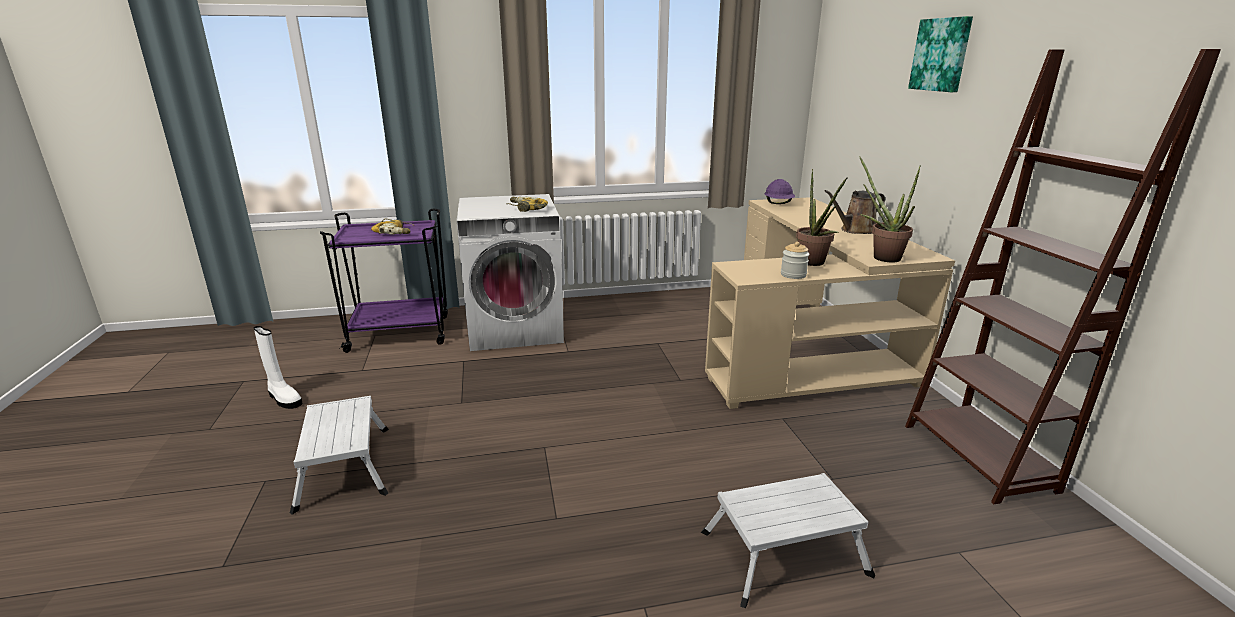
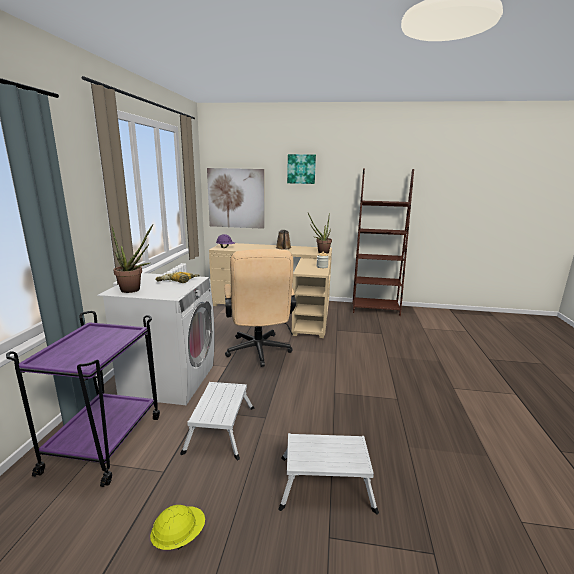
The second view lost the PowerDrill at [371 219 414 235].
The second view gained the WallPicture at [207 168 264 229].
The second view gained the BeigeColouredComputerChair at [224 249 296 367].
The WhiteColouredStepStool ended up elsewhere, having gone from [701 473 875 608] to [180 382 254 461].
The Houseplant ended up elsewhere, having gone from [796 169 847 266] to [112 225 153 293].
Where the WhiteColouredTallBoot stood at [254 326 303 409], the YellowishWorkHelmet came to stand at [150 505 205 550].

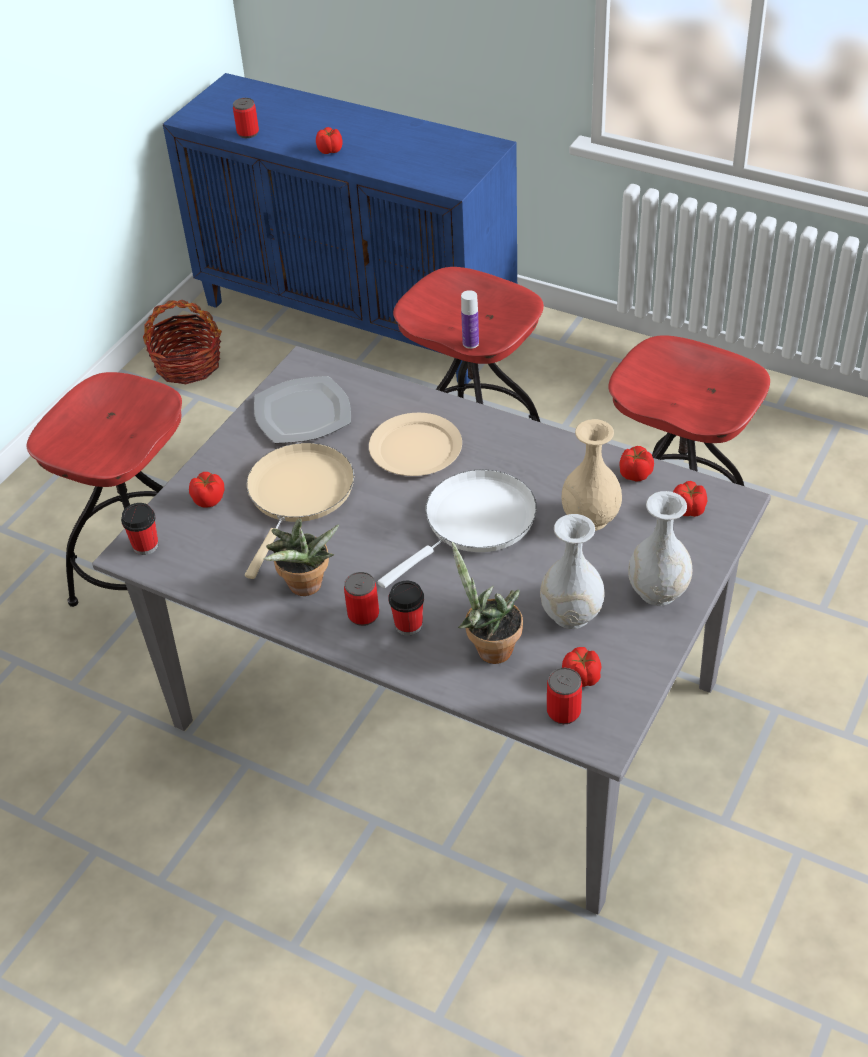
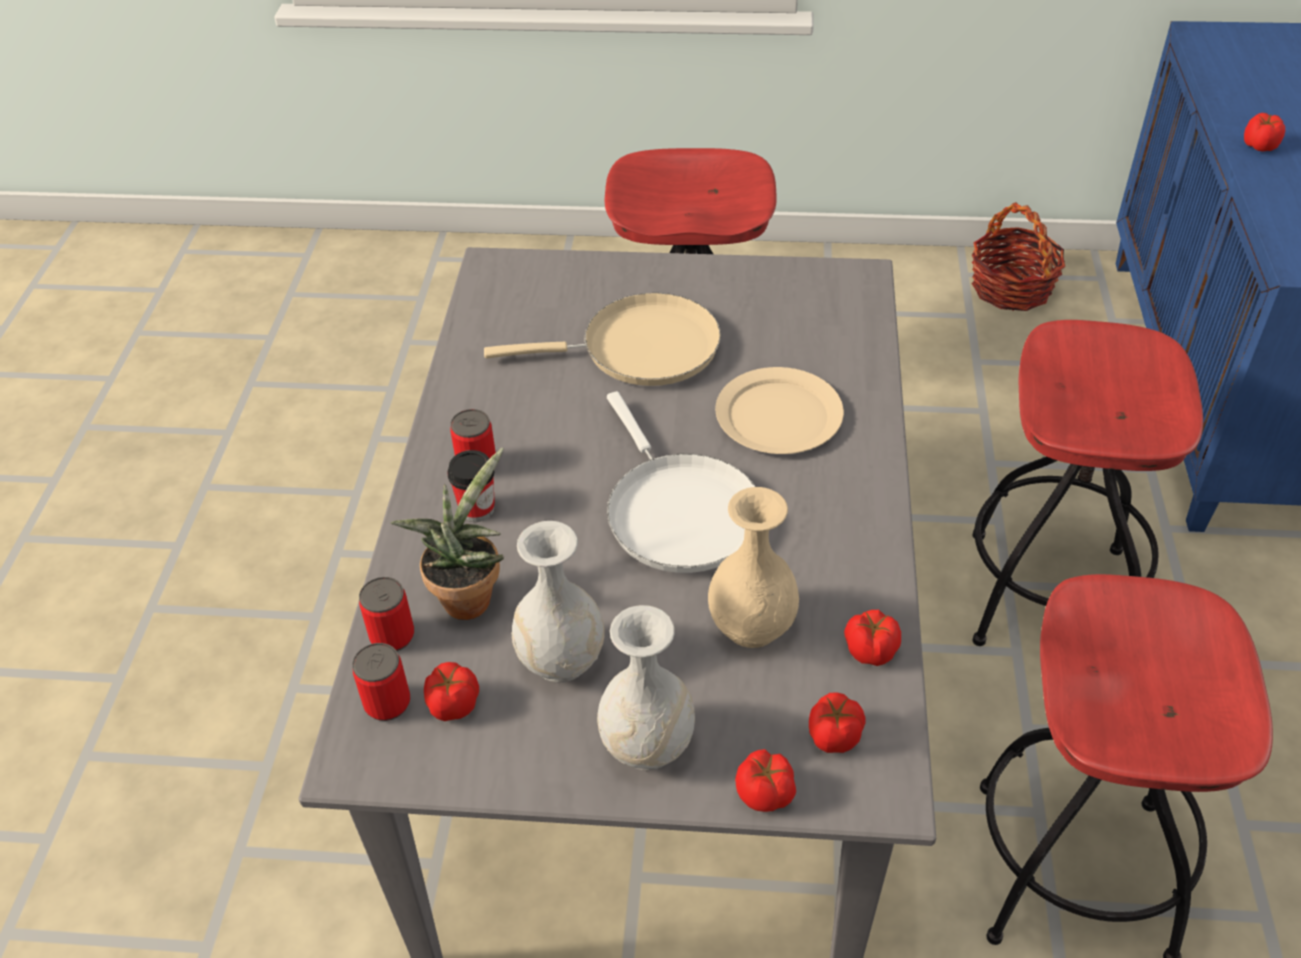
The second view lost the SmallCup at [121 503 158 555].
The second view lost the DinnerPlate at [254 376 351 443].
The second view lost the Houseplant at [264 518 339 596].
The second view lost the Bottle at [461 290 479 349].
The FreshTomato ended up elsewhere, having gone from [189 472 225 507] to [735 749 796 812].
The Can ended up elsewhere, having gone from [233 98 259 138] to [359 577 414 651].
The WhiteColouredPan at [378 469 537 588] ended up facing another way, 45 degrees clockwise from before.

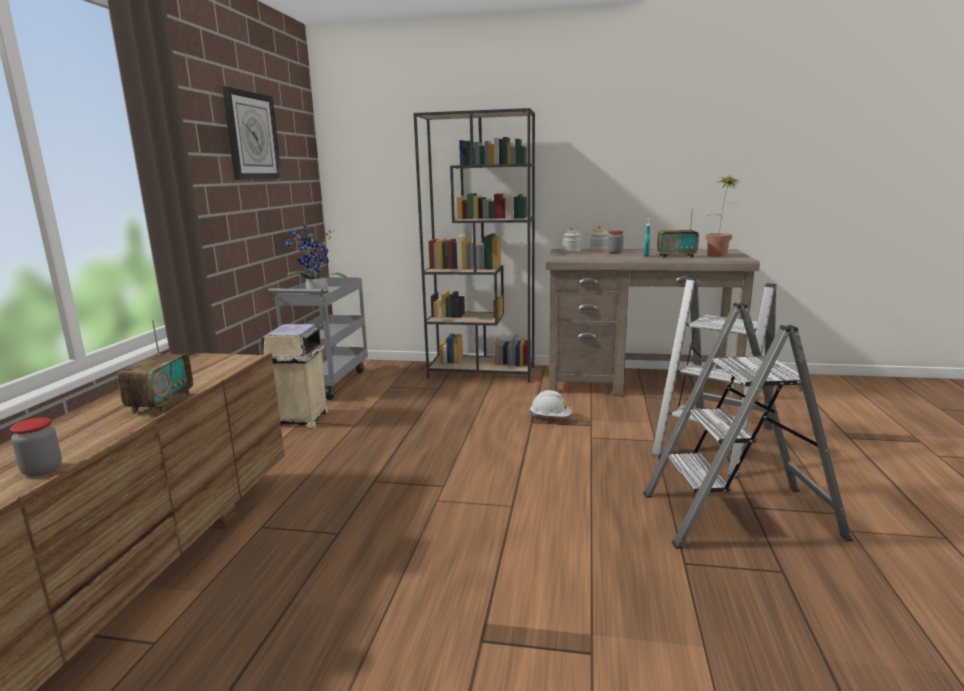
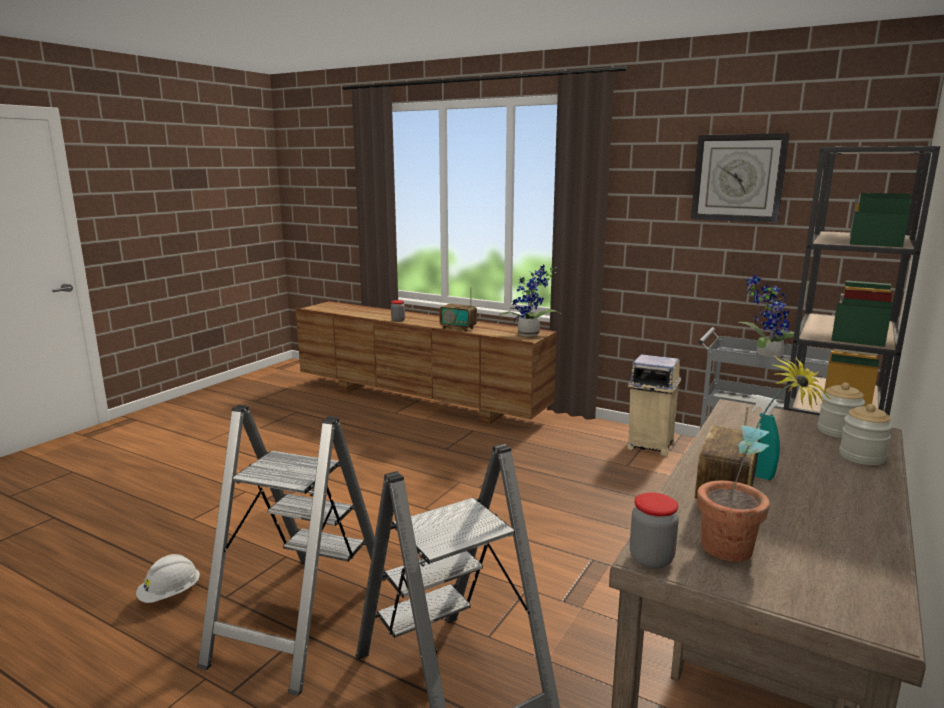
The second view gained the Houseplant at [500 264 561 337].
The WhiteColouredWorkHelmet ended up elsewhere, having gone from [529 390 572 417] to [136 554 200 603].
The StorageJar ended up elsewhere, having gone from [608 231 624 254] to [630 493 679 568].

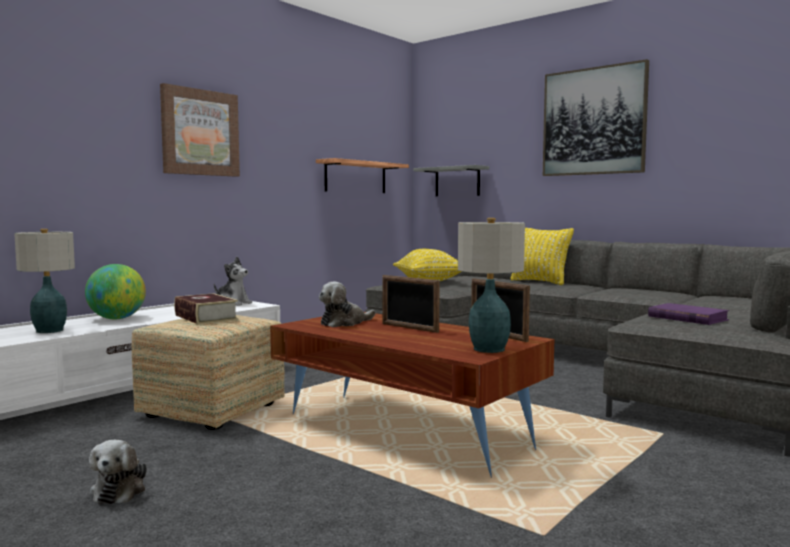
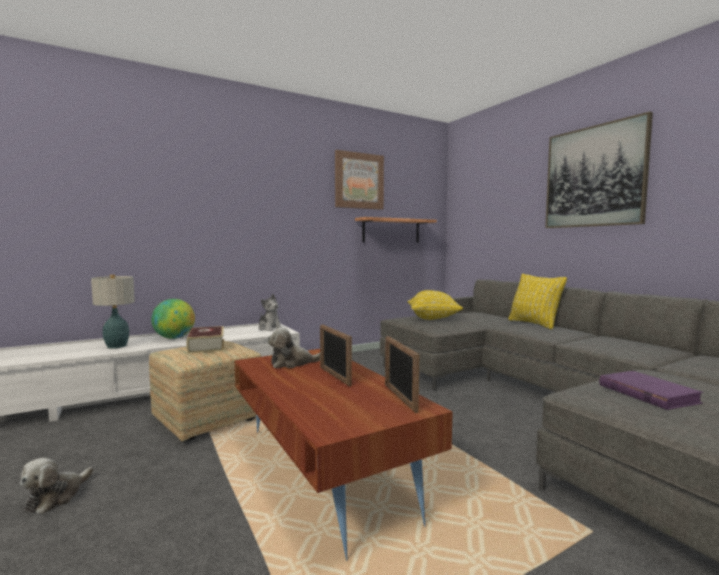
The second view lost the GrayShelf at [413 165 489 196].
The second view lost the LampForATable at [458 218 525 353].
The WallPicture ended up elsewhere, having gone from [160 83 240 177] to [335 150 384 210].

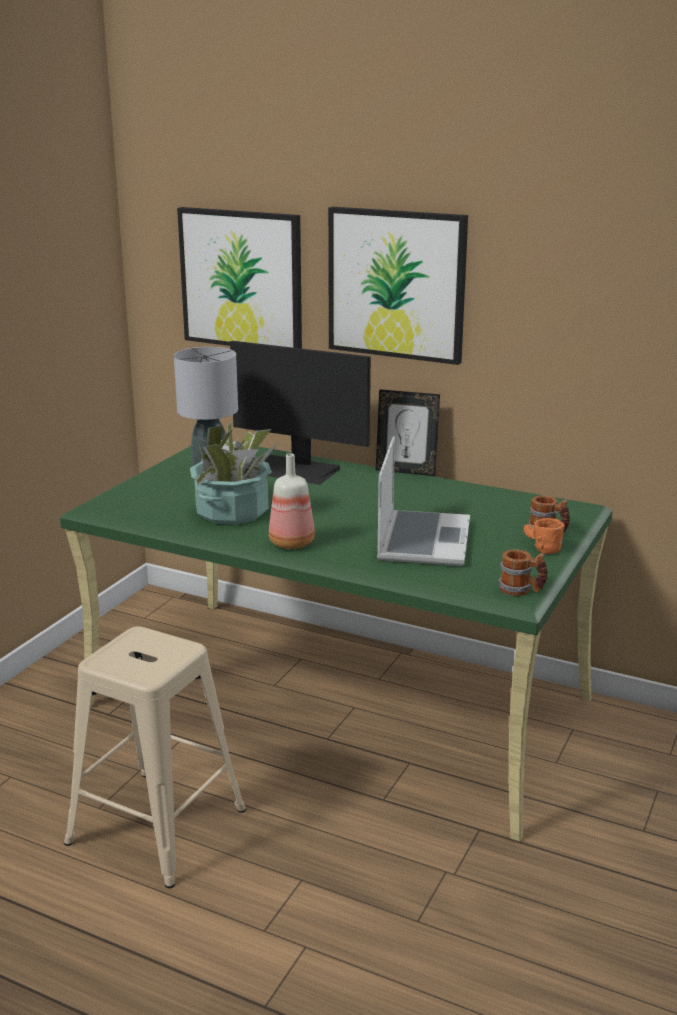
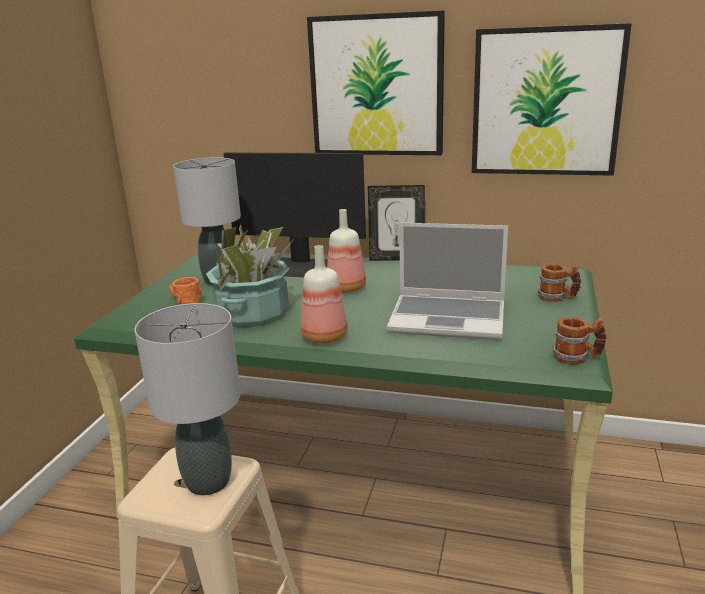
The second view gained the GrayLampForATable at [134 303 241 495].
The second view gained the Bottle at [327 209 366 293].
The WallPicture ended up elsewhere, having gone from [177 207 302 349] to [472 23 632 176].
The OrangeColouredMug ended up elsewhere, having gone from [524 518 565 554] to [169 277 202 305].
The NotebookComputer at [377 436 470 566] ended up facing another way, 105 degrees clockwise from before.

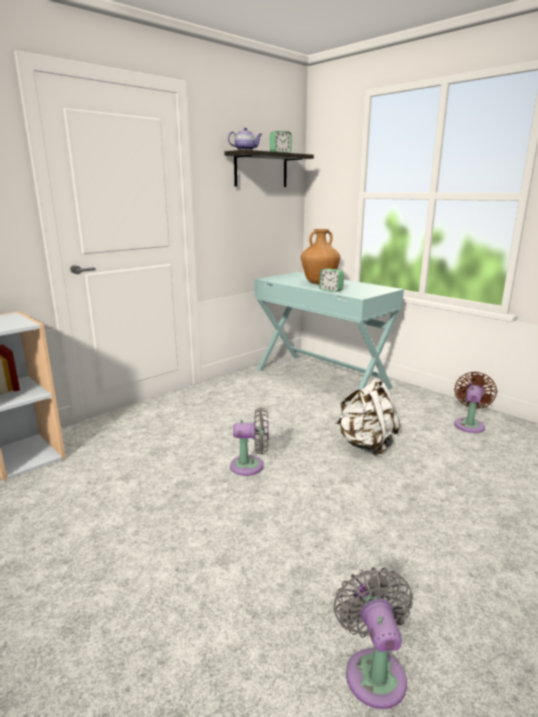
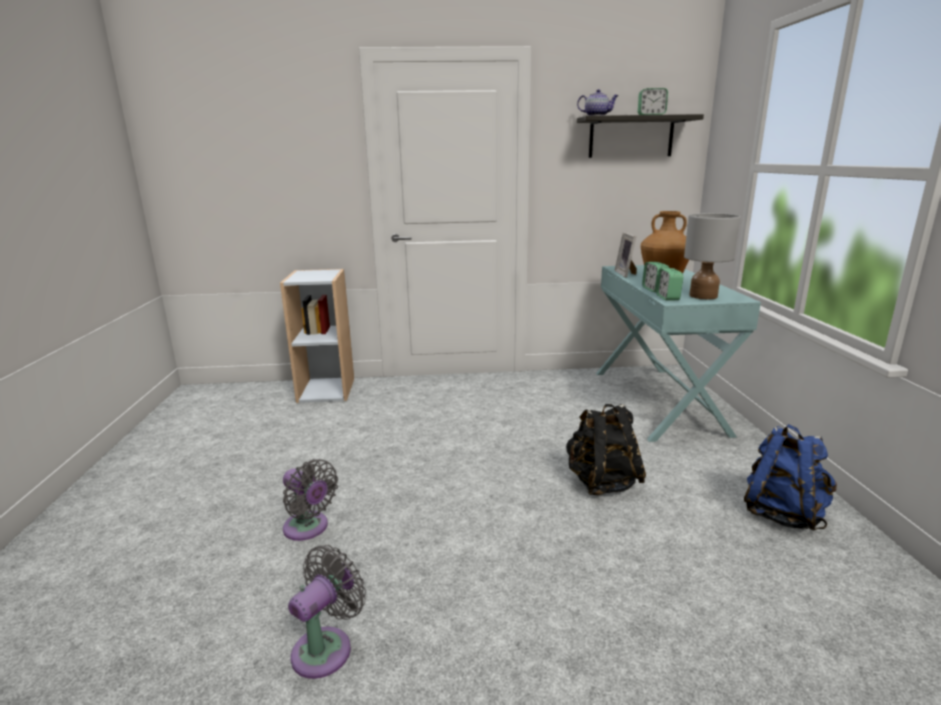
The second view gained the PictureFrame at [614 232 637 277].
The second view gained the TableClock at [656 268 683 301].
The second view gained the GrayLampForATable at [684 213 740 299].
The GrayElectricFan ended up elsewhere, having gone from [230 407 269 476] to [283 459 338 541].
Where the BrownColouredElectricFan stood at [454 372 497 433], the BlueBackpack came to stand at [744 424 837 531].
What was the WhiteColouredBackpack at [335 378 400 455] turned into the BlackColouredBackpack at [566 404 646 495].

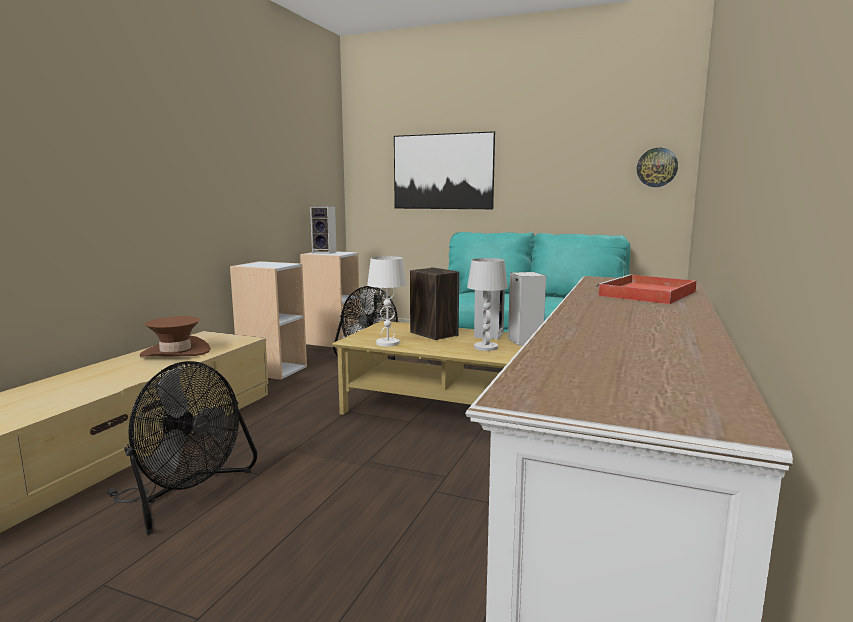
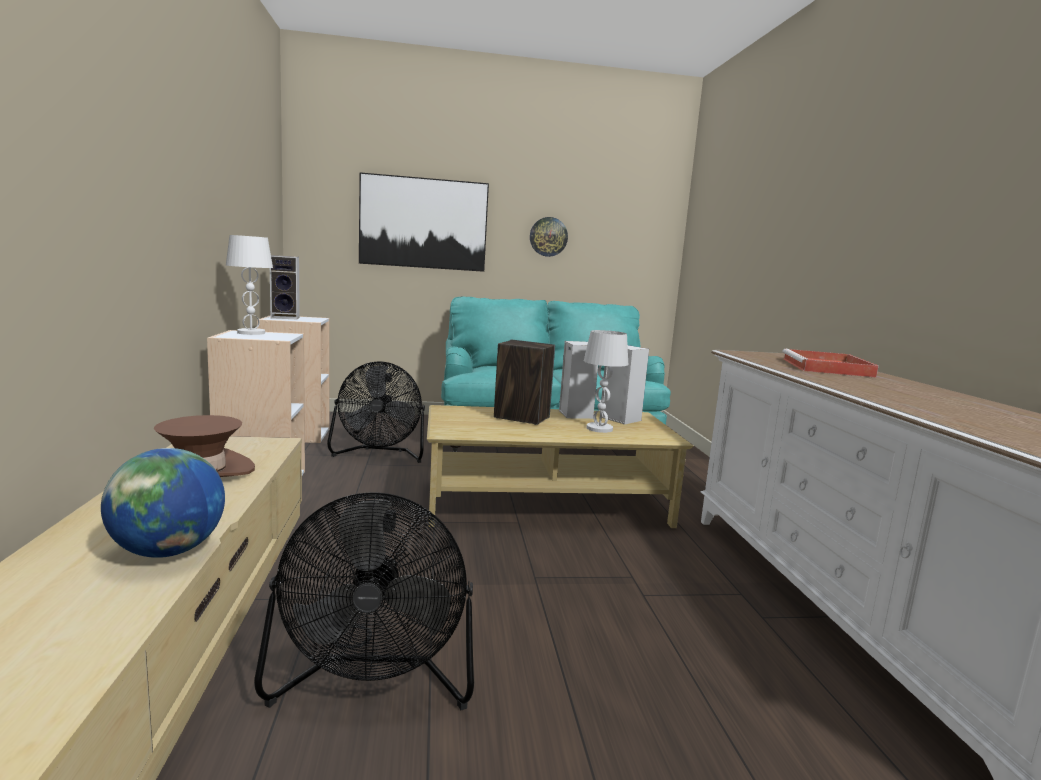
The second view gained the WorldGlobe at [101 448 225 558].
The WhiteColouredLampForATable ended up elsewhere, having gone from [367 256 407 346] to [226 235 273 335].
The ClockOnTheWall ended up elsewhere, having gone from [637 148 678 187] to [530 217 568 257].
The BlackColouredElectricFan at [107 361 257 535] ended up facing another way, 90 degrees clockwise from before.

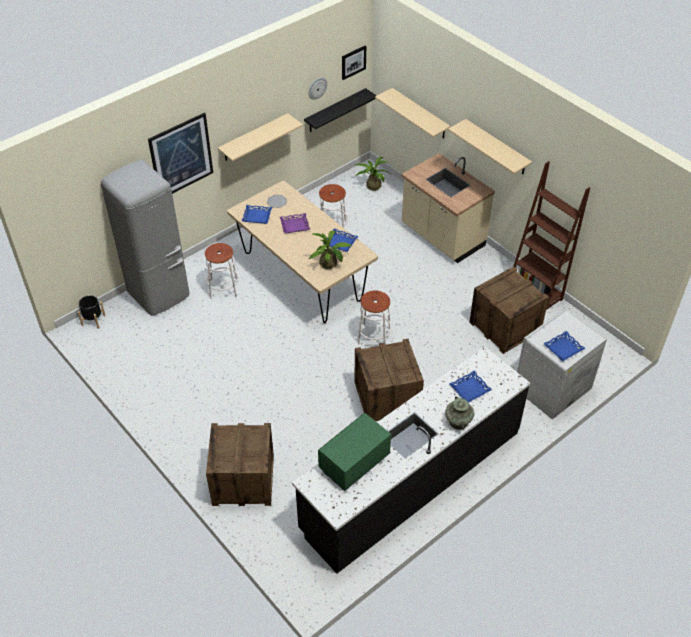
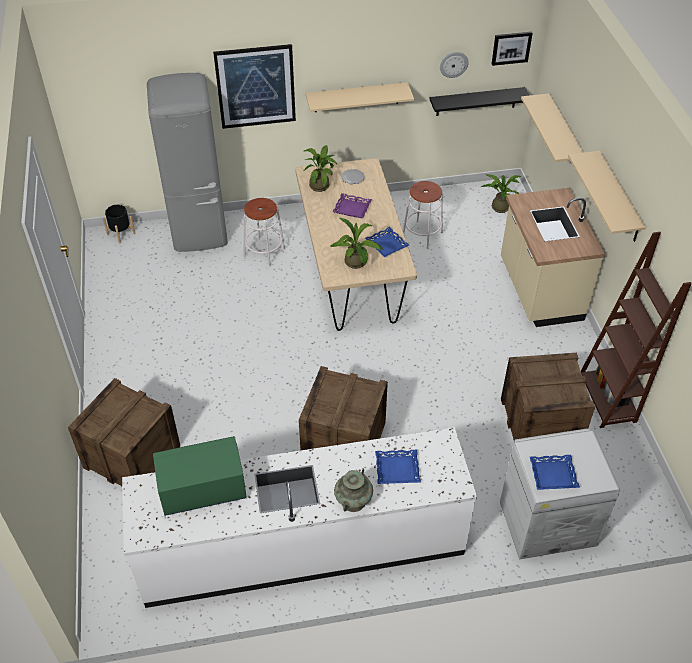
The second view lost the WhiteColouredSittingStool at [358 290 392 345].
Where the BlueServingTray stood at [242 205 272 224], the Houseplant came to stand at [304 145 337 192].
What was the BlackColouredKitchenCounter at [292 346 530 574] turned into the WhiteColouredKitchenCounter at [122 427 477 608].

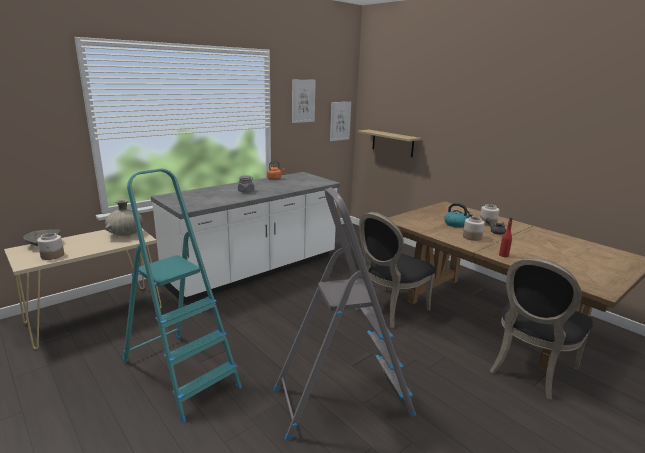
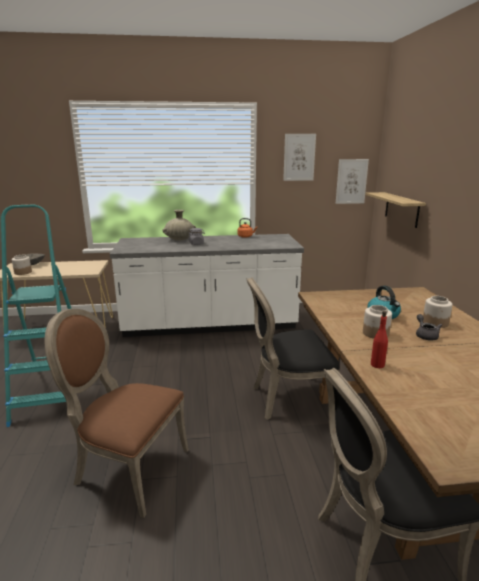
The BeigeColouredFlowerVase ended up elsewhere, having gone from [105 199 144 236] to [162 210 196 240].
Where the GrayStepStool stood at [274 187 416 440], the BrownColouredChair came to stand at [45 309 189 518].

